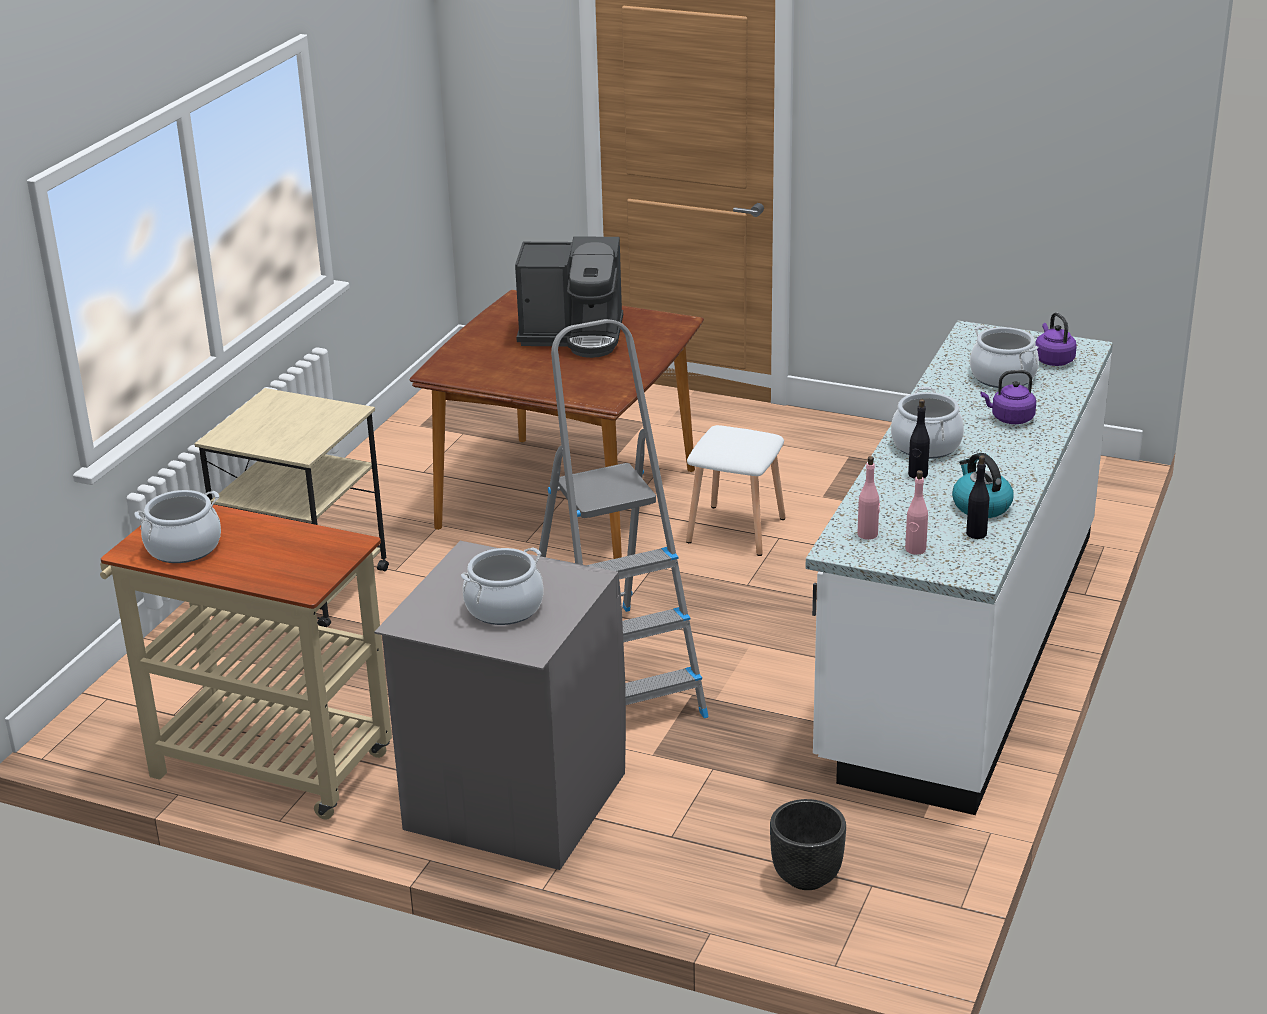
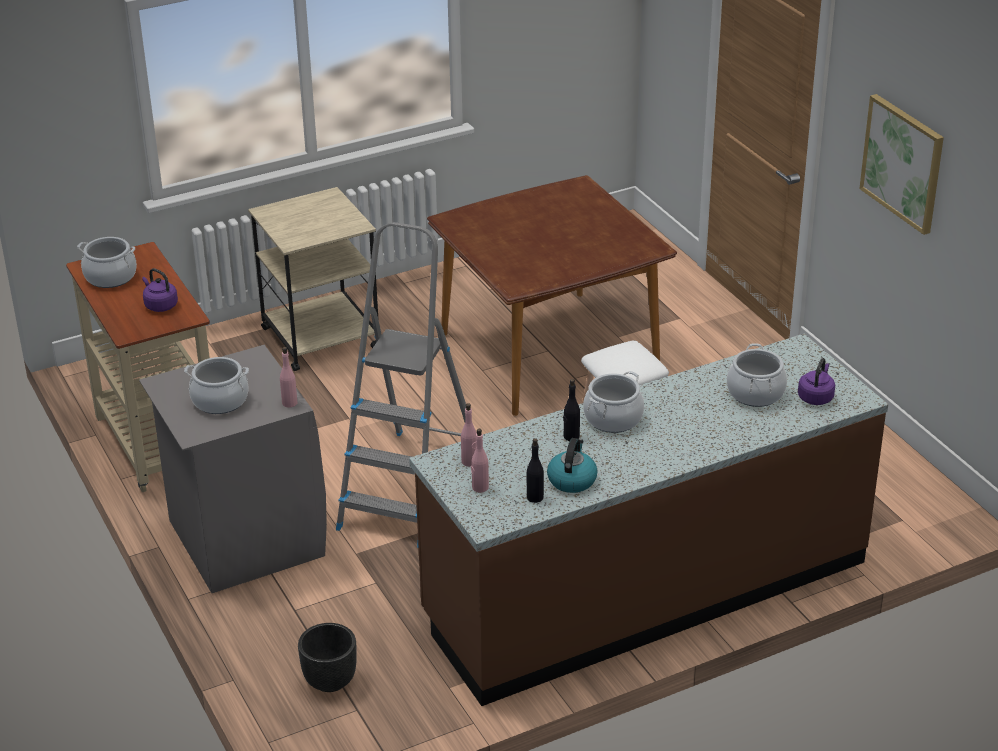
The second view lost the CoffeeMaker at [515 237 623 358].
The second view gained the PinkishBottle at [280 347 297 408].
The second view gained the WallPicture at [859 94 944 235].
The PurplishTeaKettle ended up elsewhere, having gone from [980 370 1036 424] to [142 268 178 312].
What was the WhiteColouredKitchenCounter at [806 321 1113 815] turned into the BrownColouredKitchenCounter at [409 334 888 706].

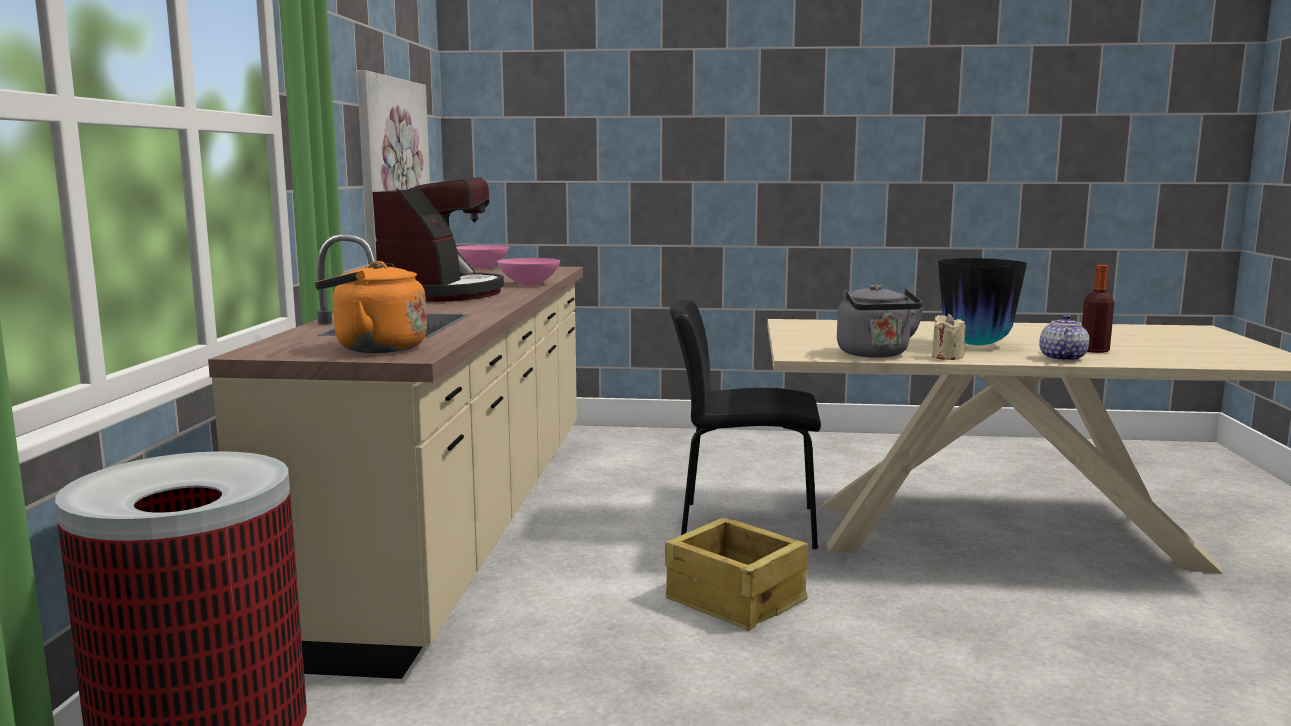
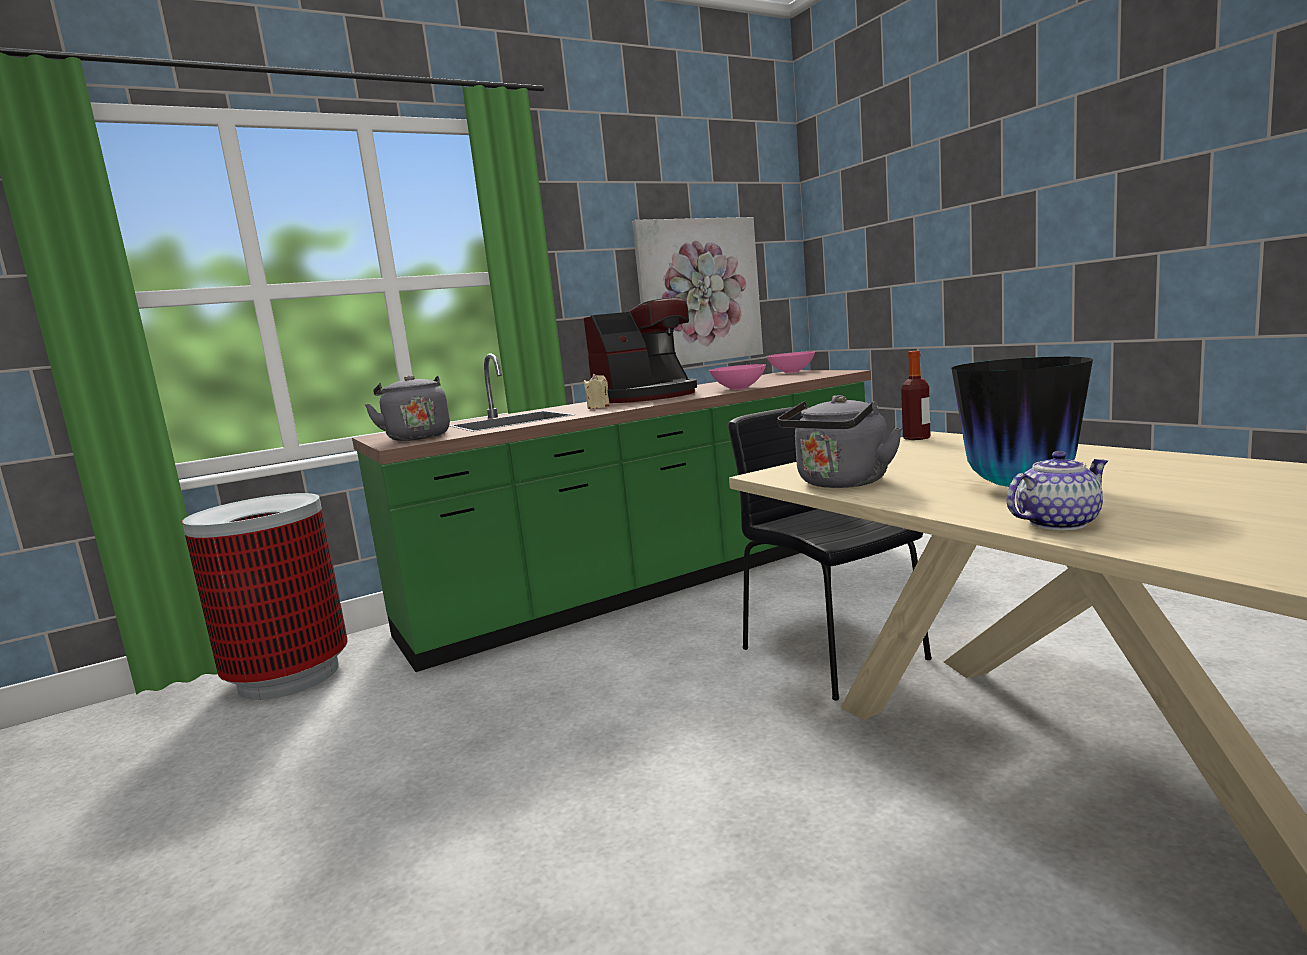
The second view lost the Crate at [665 517 808 631].
The BeigeColouredWaxLight ended up elsewhere, having gone from [932 314 966 360] to [584 374 610 409].
The Bottle ended up elsewhere, having gone from [1082 265 1114 353] to [901 351 930 440].
What was the BeigeColouredKitchenCounter at [208 234 583 679] turned into the GreenColouredKitchenCounter at [352 354 871 672].
What was the OrangeColouredTeaKettle at [315 261 427 353] turned into the GrayTeaKettle at [364 375 450 441].

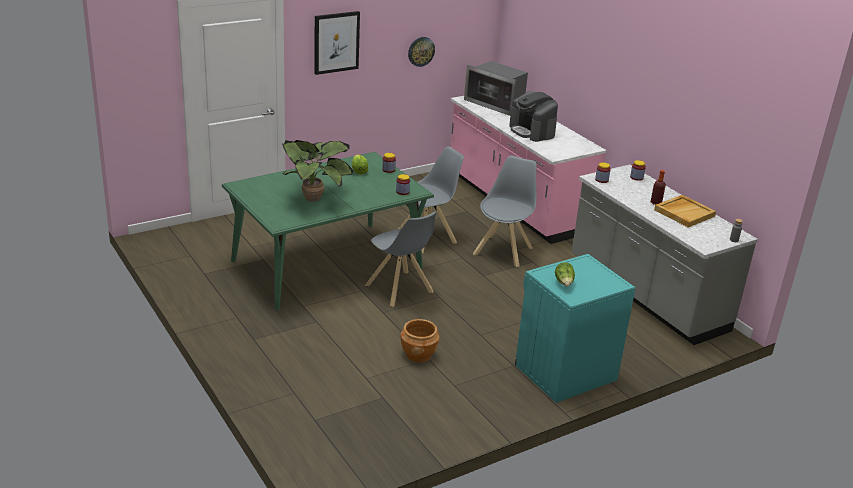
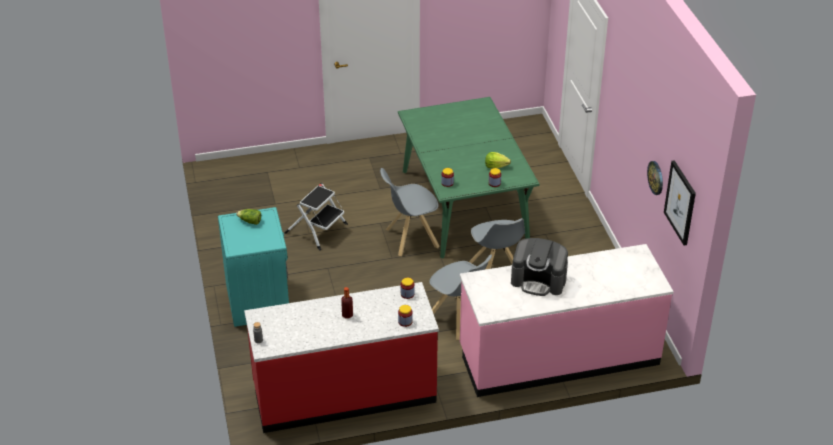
The second view lost the Houseplant at [282 140 354 202].
The second view lost the MicrowaveOven at [464 61 528 116].
The second view lost the BeigeColouredServingTray at [654 195 716 227].
The WallPicture ended up elsewhere, having gone from [314 11 360 75] to [664 160 696 246].
Where the BrownColouredPlanter stood at [400 319 440 362], the StepStool came to stand at [284 182 348 251].
What was the GrayKitchenCounter at [572 165 758 345] turned into the ReddishKitchenCounter at [244 282 439 433].
The CoffeeMaker at [509 91 558 142] ended up facing another way, 150 degrees counterclockwise from before.

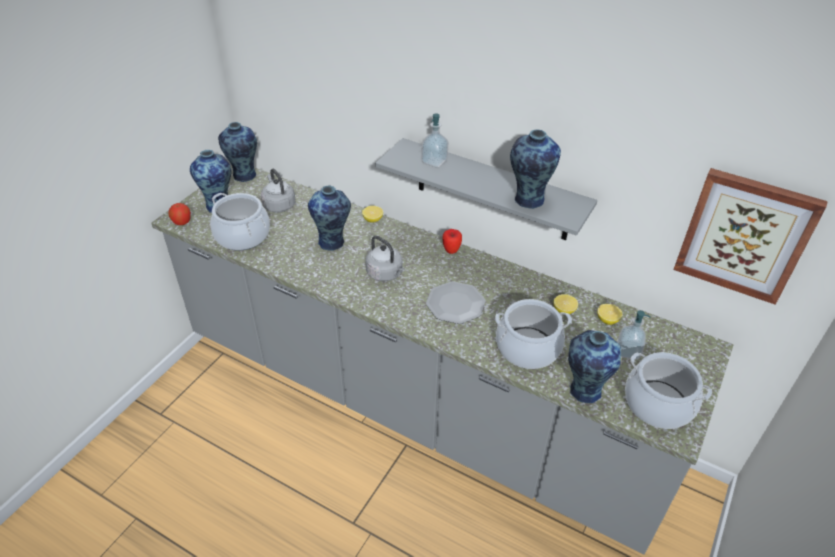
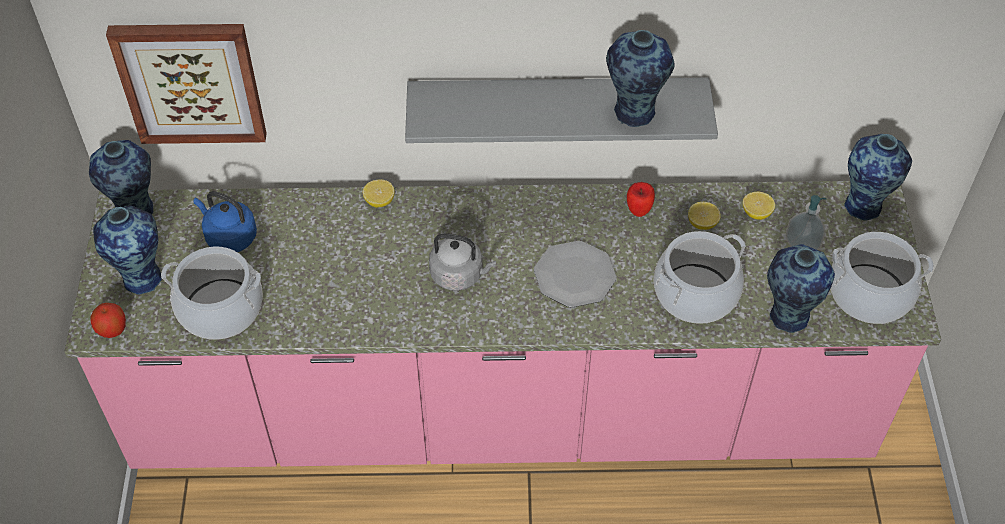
The second view lost the SoapBottle at [421 113 448 168].
The FlowerVase ended up elsewhere, having gone from [308 186 351 251] to [844 134 912 221].
The WholeApple ended up elsewhere, having gone from [442 229 462 254] to [627 182 655 217].
The WallPicture ended up elsewhere, having gone from [673 168 828 305] to [106 24 267 144].
What was the GrayKitchenCounter at [151 165 733 555] turned into the PinkishKitchenCounter at [64 181 941 469].
What was the GrayTeaKettle at [261 169 295 213] turned into the BlueTeaKettle at [193 191 257 252].

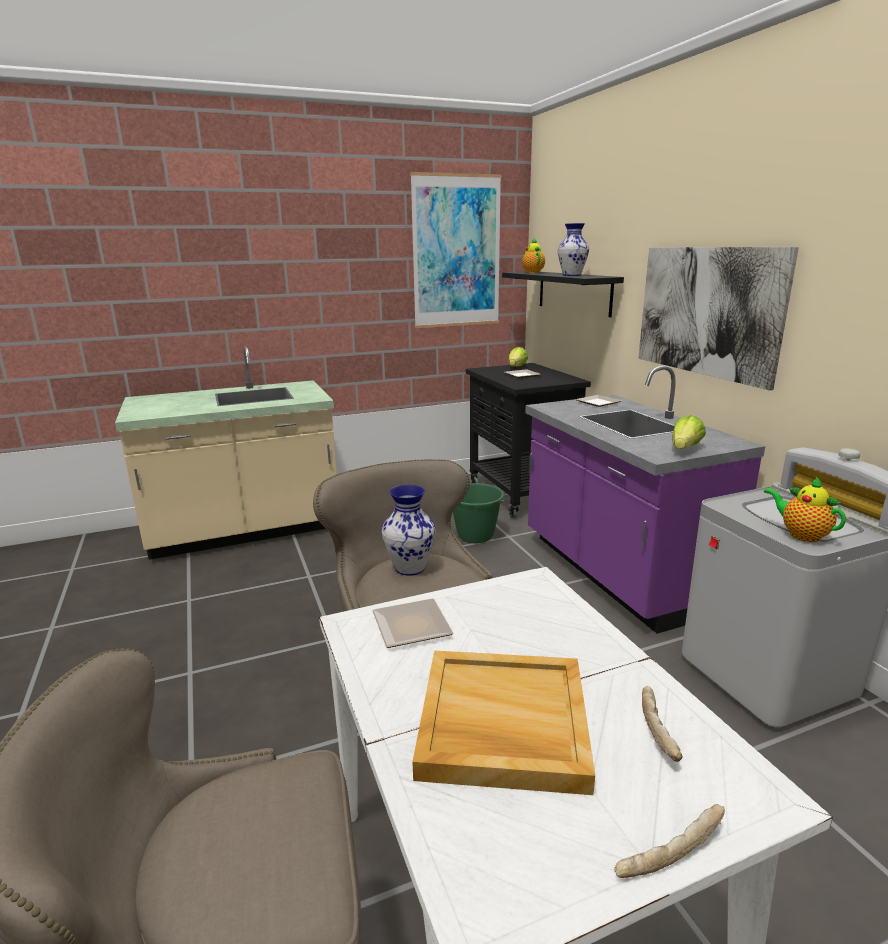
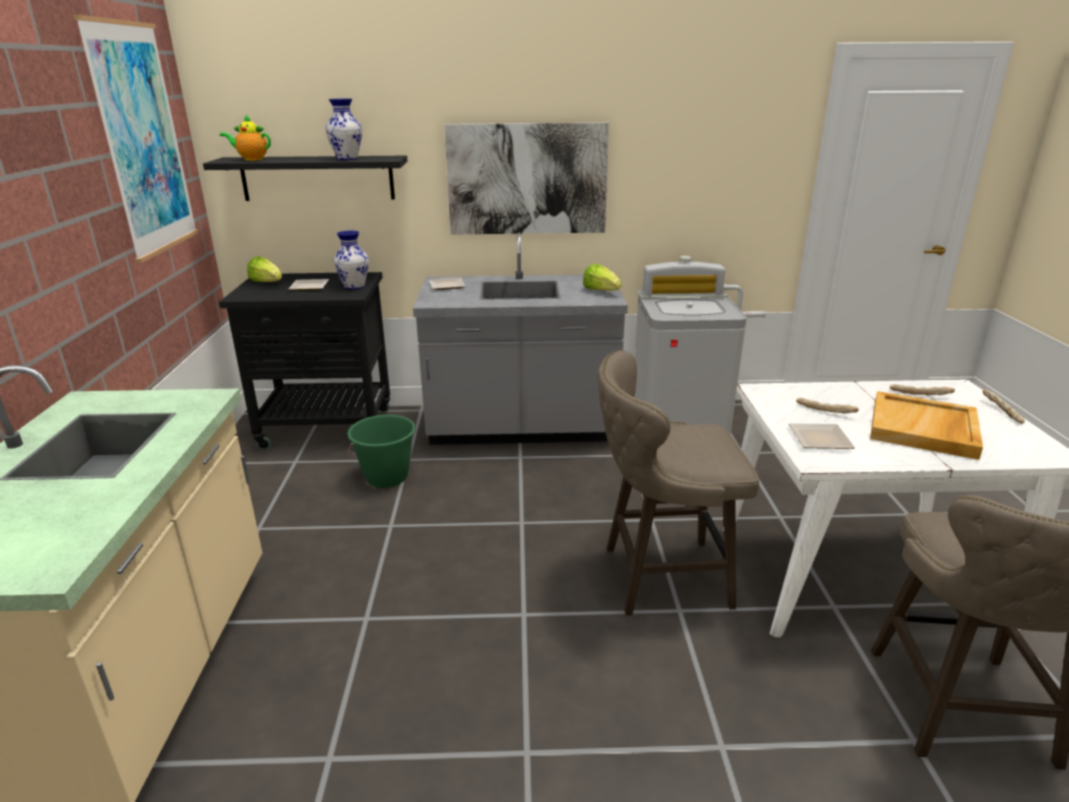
The second view lost the Teapot at [764 477 846 542].
The second view gained the Bread at [796 398 859 413].
The FlowerVase ended up elsewhere, having gone from [382 485 436 576] to [333 231 369 290].
What was the PurplishKitchenCounter at [525 366 765 634] turned into the GrayKitchenCounter at [413 233 628 445].

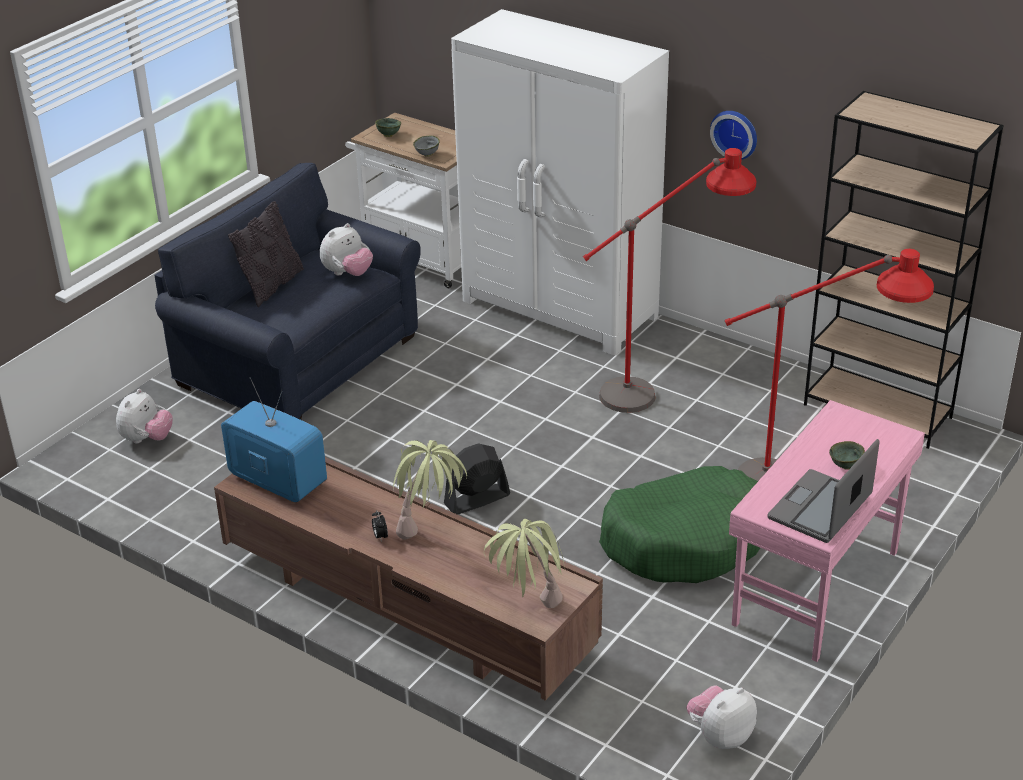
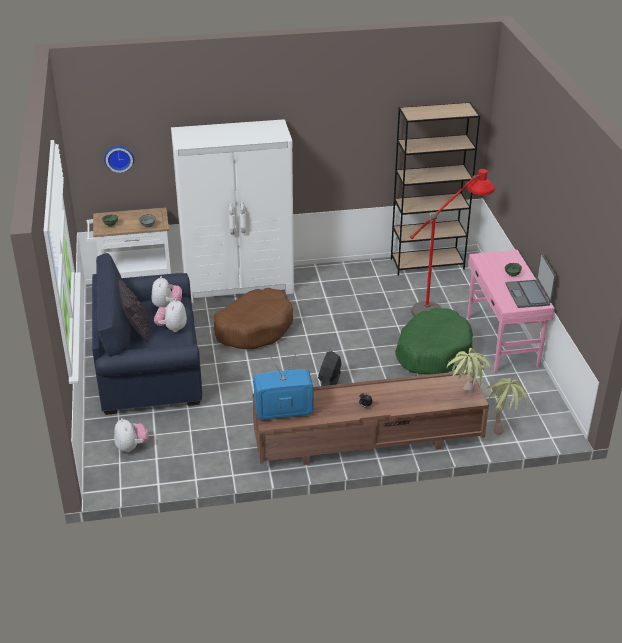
The second view lost the ReddishStandardLamp at [583 148 756 413].
The second view gained the BrownColouredPetBed at [214 288 293 349].
The Houseplant ended up elsewhere, having gone from [393 440 467 539] to [485 378 528 435].
The PlushToy ended up elsewhere, having gone from [686 685 757 749] to [154 299 187 332].
The ClockOnTheWall ended up elsewhere, having gone from [710 111 757 160] to [104 146 134 173].

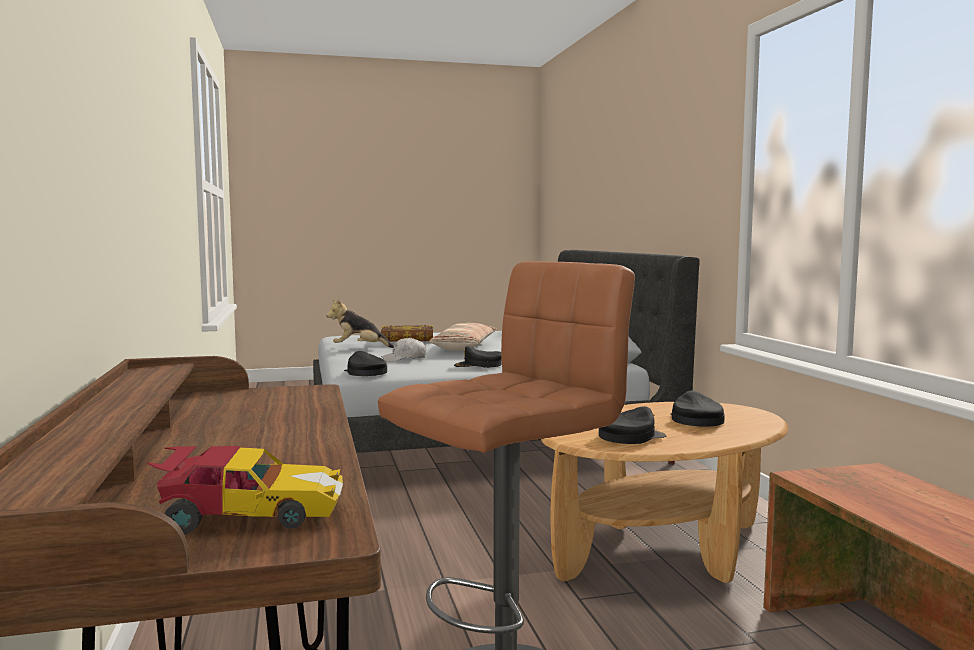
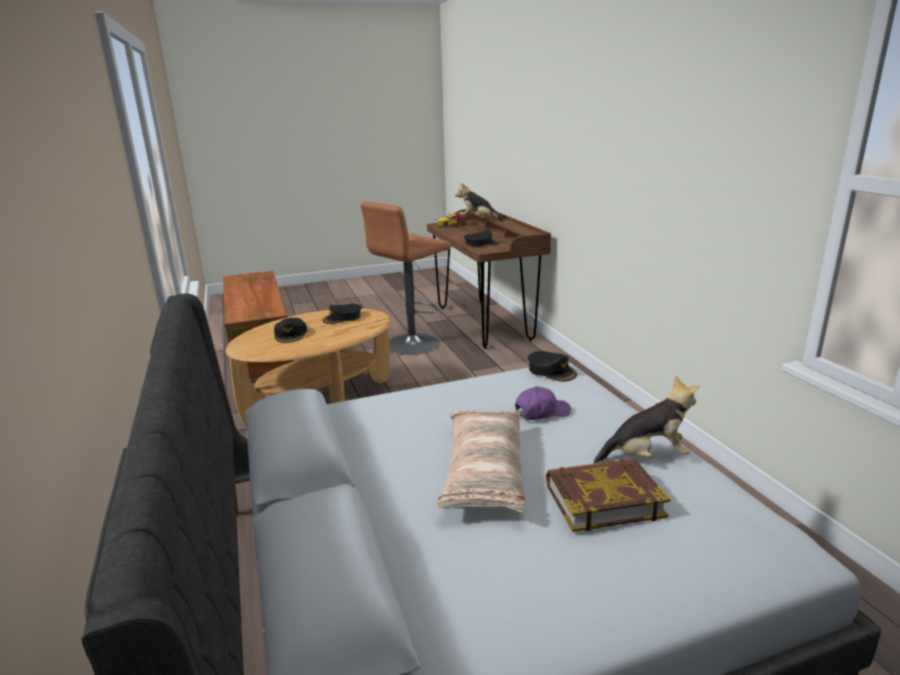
The second view gained the PlushToy at [455 183 504 220].
The BlackColouredBaseballCap ended up elsewhere, having gone from [454 346 502 368] to [464 230 499 246].
What was the WhiteColouredBaseballCap at [381 337 426 362] turned into the PurplishBaseballCap at [515 386 571 420].

